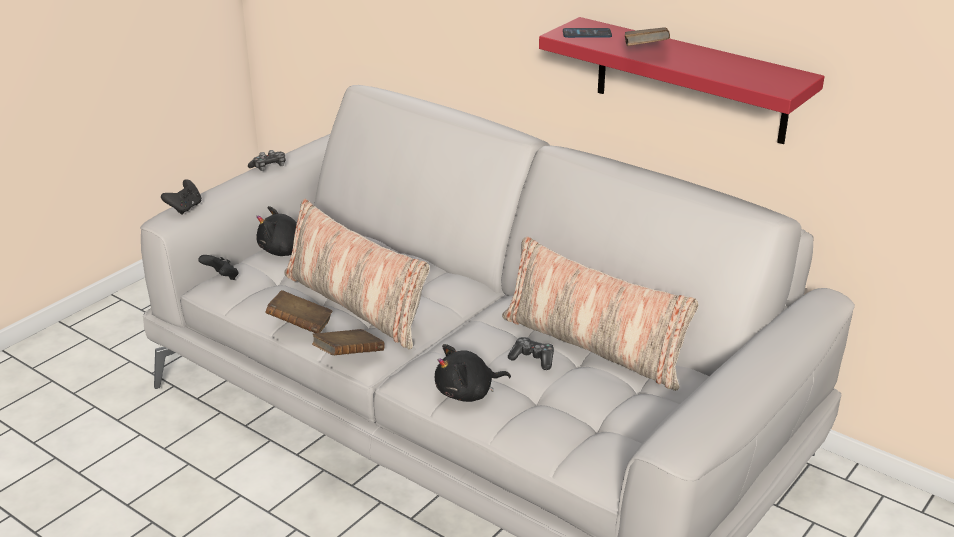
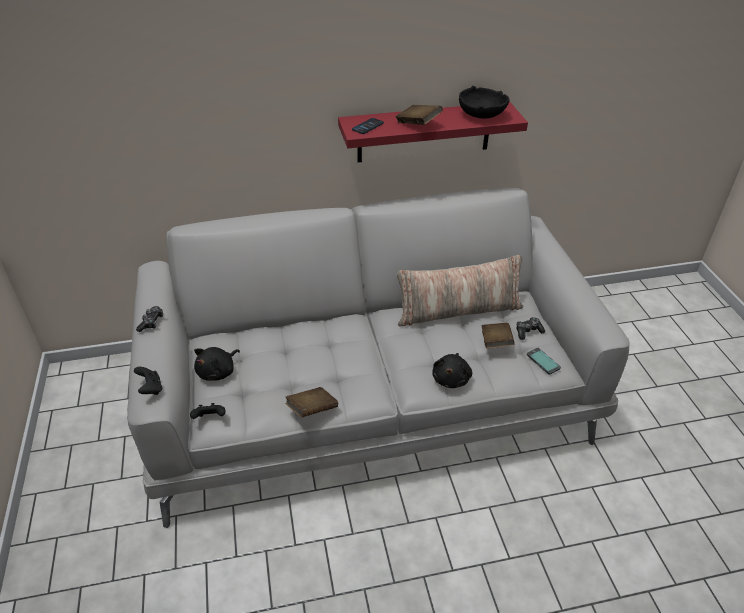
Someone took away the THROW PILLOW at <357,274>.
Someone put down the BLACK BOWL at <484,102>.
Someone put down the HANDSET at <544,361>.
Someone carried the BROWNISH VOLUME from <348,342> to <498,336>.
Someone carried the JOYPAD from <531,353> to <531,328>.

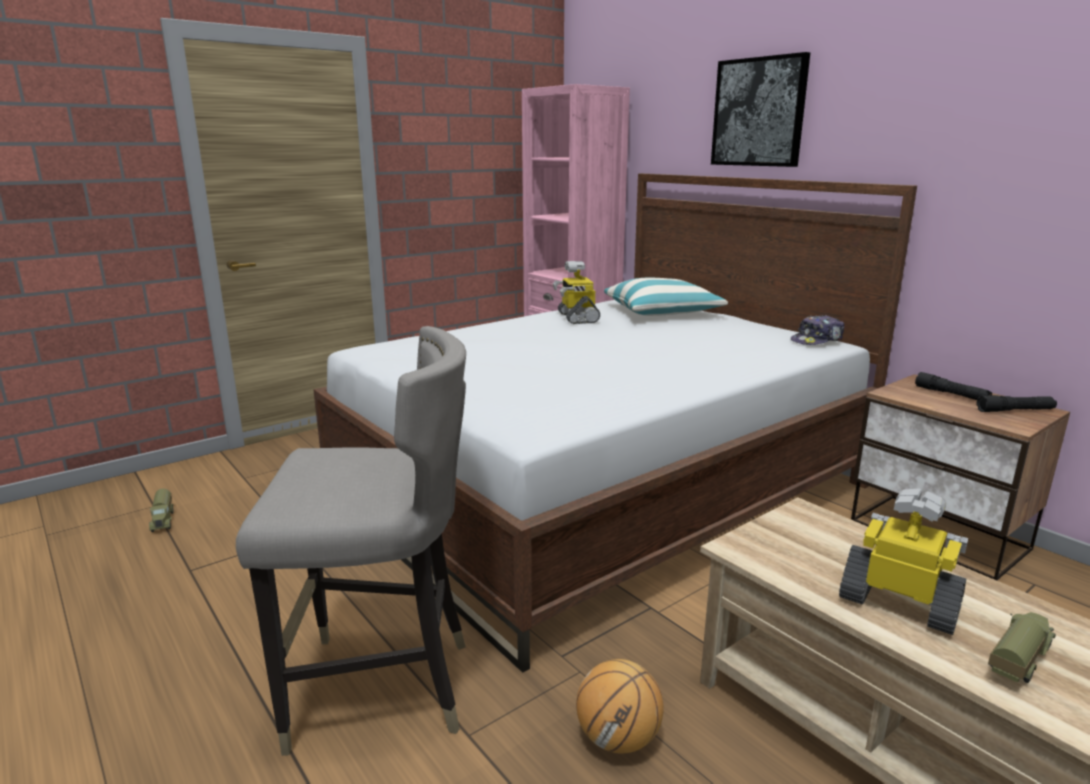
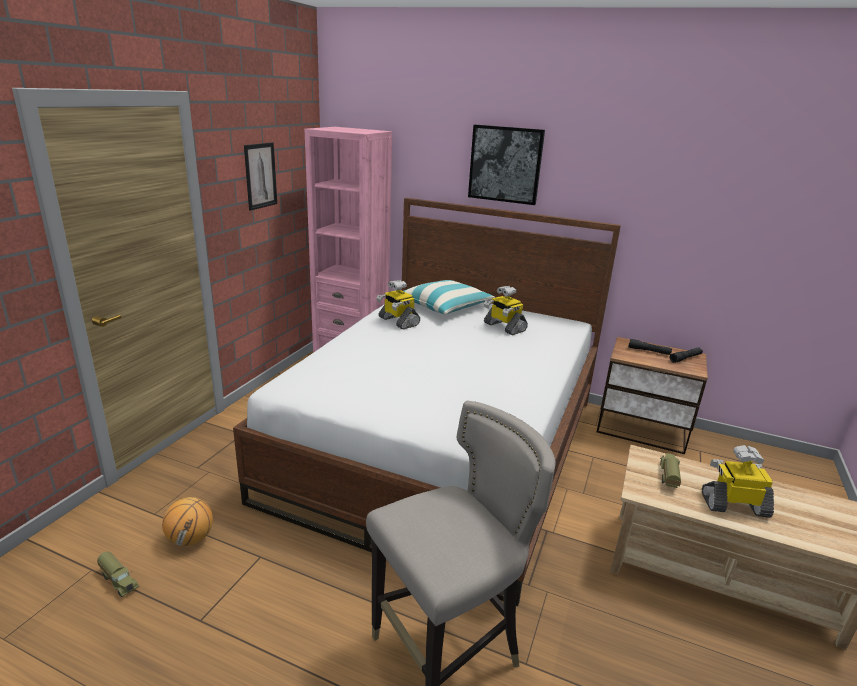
Someone took away the CAP at <817,330>.
Someone put up the WALL ART at <260,176>.
Someone put down the MODEL ROBOT at <506,310>.
Someone carried the BALL FOR BASKETBALL from <620,706> to <187,521>.
Someone carried the MODEL TRUCK from <1022,647> to <670,470>.

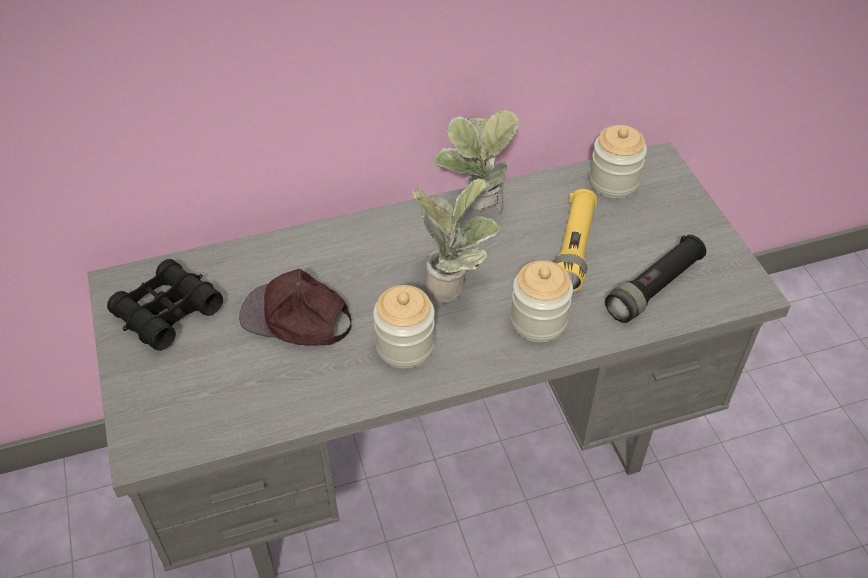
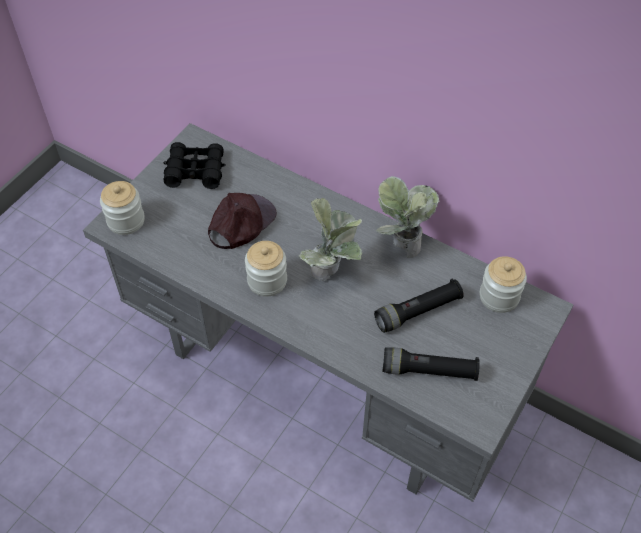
Someone carried the JAR from <541,301> to <122,208>.
Someone repainted the YELLOWISH HAND TORCH at <575,240>, which became the BLACK HAND TORCH at <419,305>.
Someone rotated the BROWNISH CAP at <295,307> by 60 degrees clockwise.

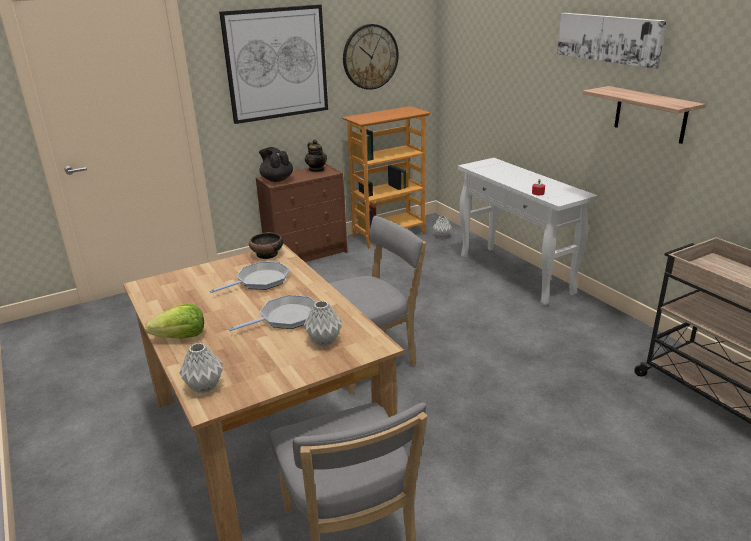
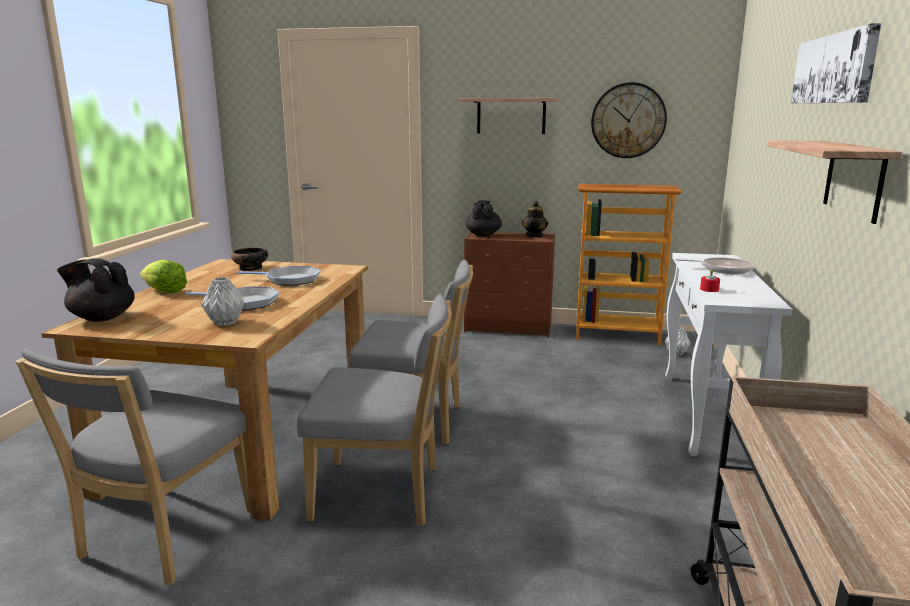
Someone put down the GRAY PLAIN CHAIR at <374,410>.
Someone put down the FRYING PAN at <714,265>.
Someone carried the BOWL from <266,245> to <249,259>.
Someone swapped the GRAY FLOWER VASE at <201,368> for the BLACK POT FOR TEA at <96,290>.
Someone swapped the WALL ART at <273,64> for the BRACKET SHELF at <509,116>.

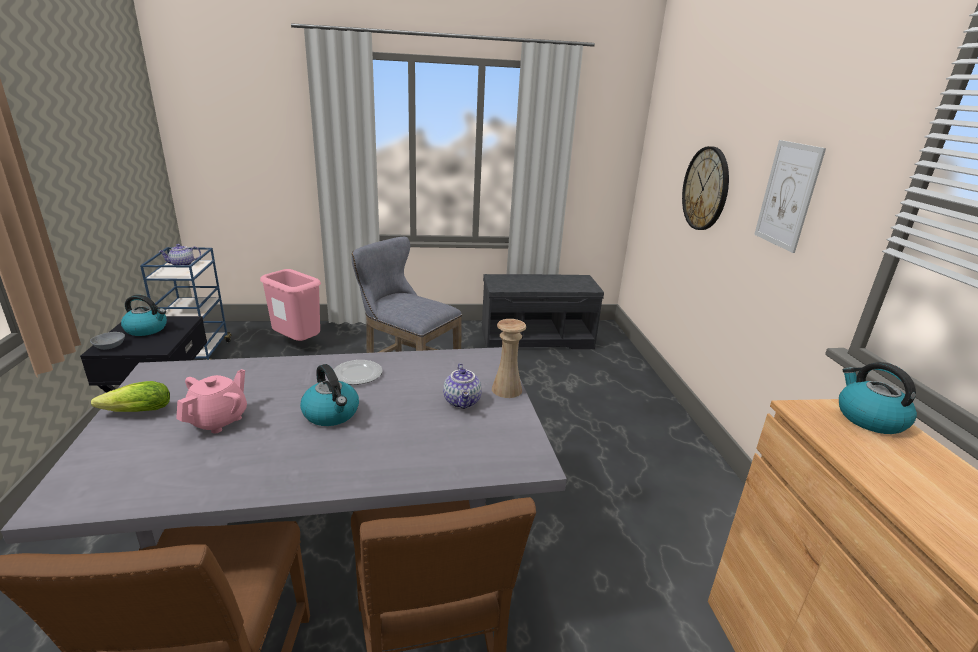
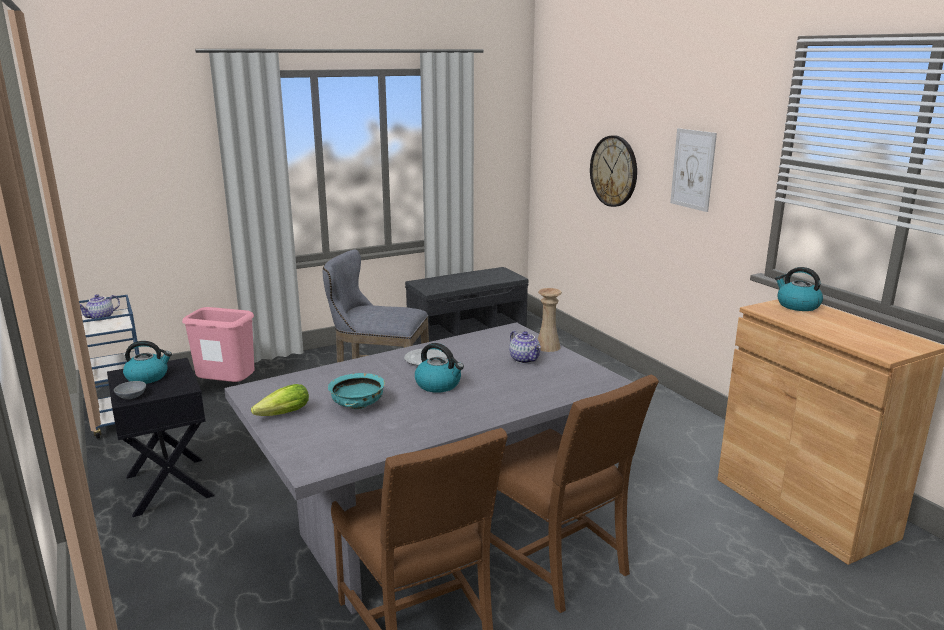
Someone swapped the PINK POT FOR TEA at <211,401> for the TURQUOISE BOWL at <356,391>.

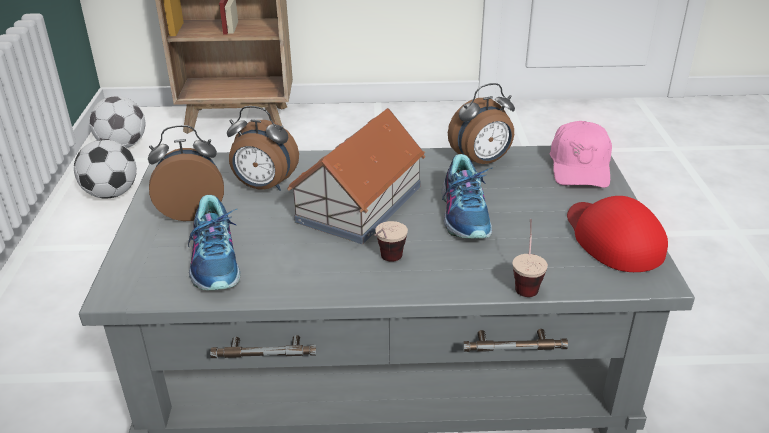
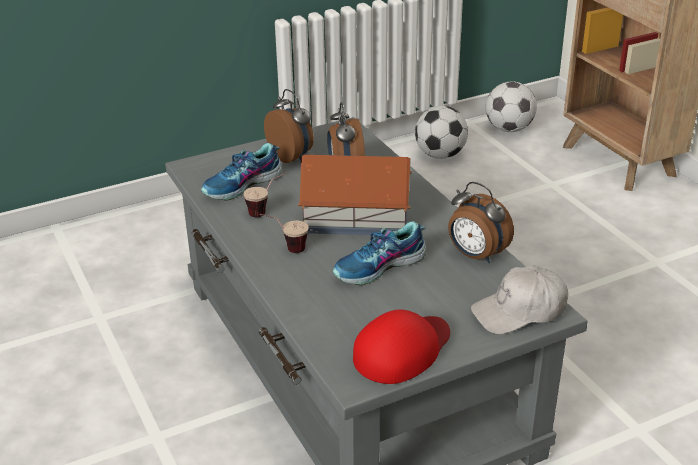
Someone carried the CUP from <530,258> to <265,195>.
Someone repainted the PINK CAP at <581,154>, which became the WHITISH CAP at <519,300>.

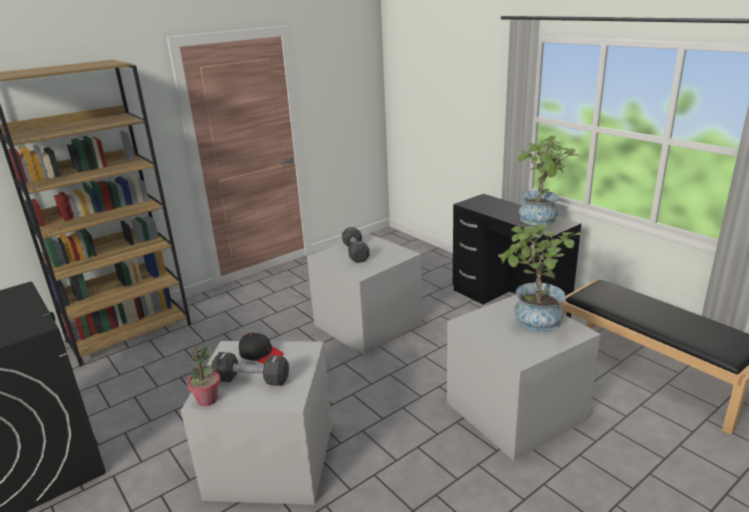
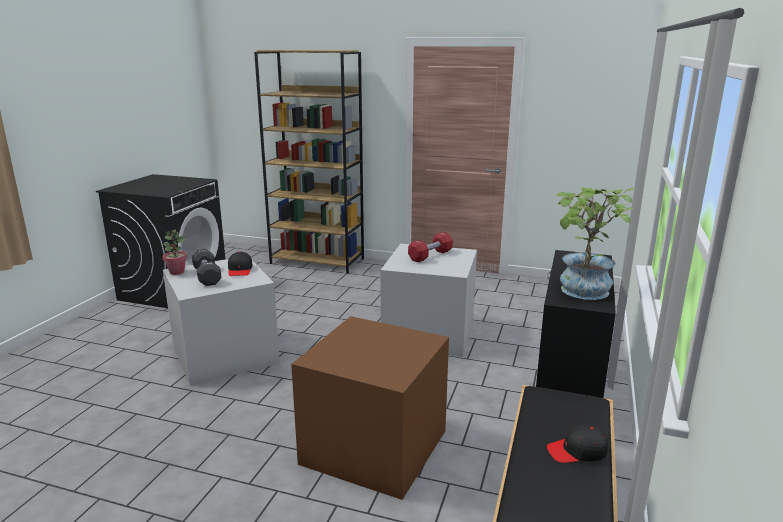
Someone took away the PLANT IN A POT at <540,278>.
Someone put down the BLACK CAP at <577,444>.
Someone repainted the BLACK DUMBBELL at <355,245>, which became the RED DUMBBELL at <430,247>.
Someone repainted the GRAY STORAGE BIN at <524,378>, which became the BROWNISH STORAGE BIN at <370,408>.

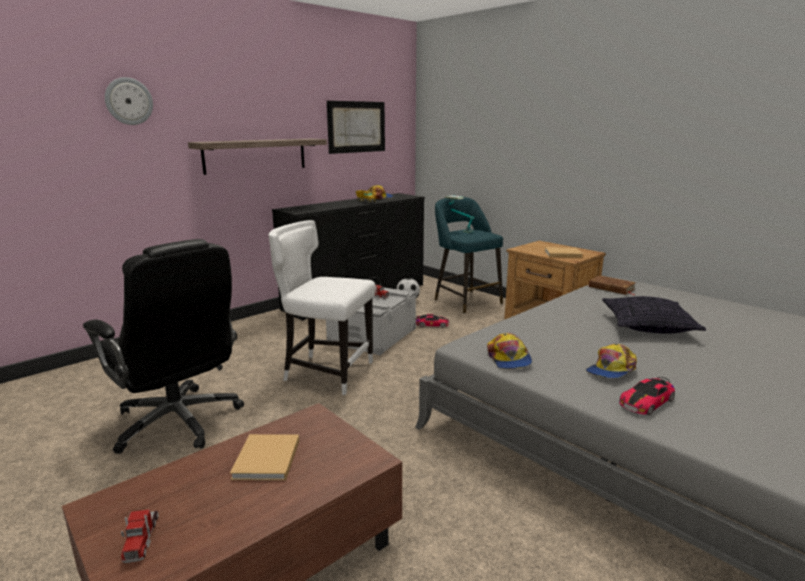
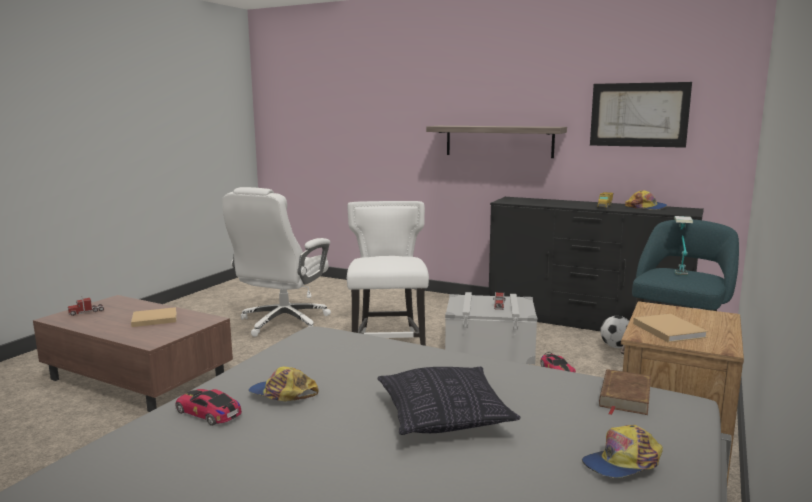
Someone took away the HANGING CLOCK at <129,101>.
Someone carried the CAP from <509,351> to <622,451>.
Someone repainted the BLACK COMPUTER CHAIR at <163,346>, which became the WHITISH COMPUTER CHAIR at <276,262>.

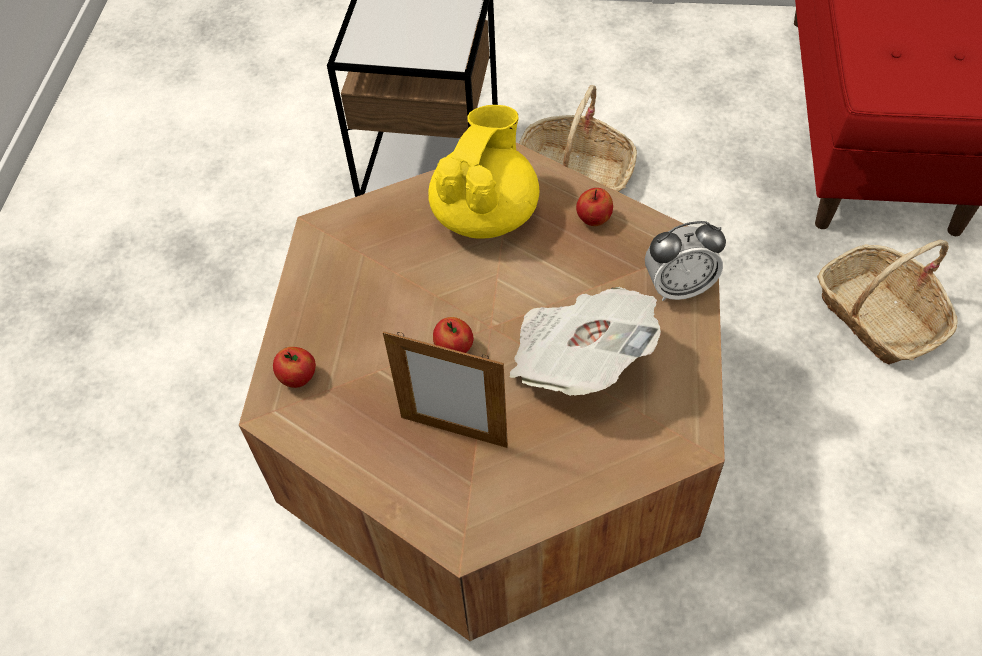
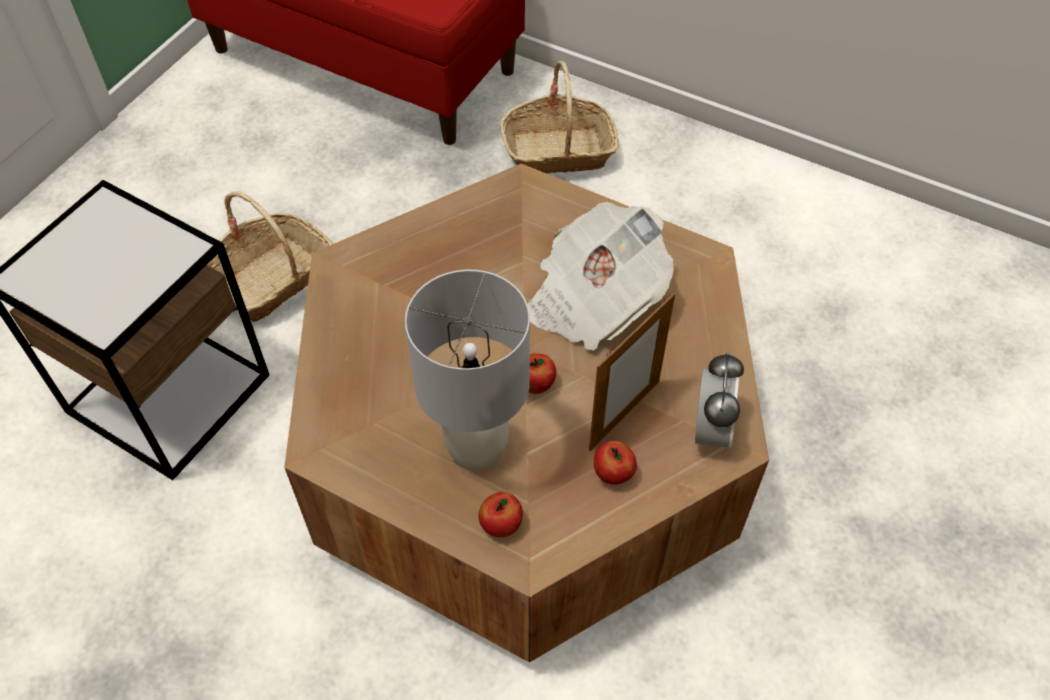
Someone took away the YELLOWISH POT FOR TEA at <483,172>.
Someone put down the GRAY TABLE LAMP at <467,370>.
Someone carried the APPLE FRUIT from <594,207> to <615,463>.
Someone carried the TABLE CLOCK from <685,261> to <719,401>.

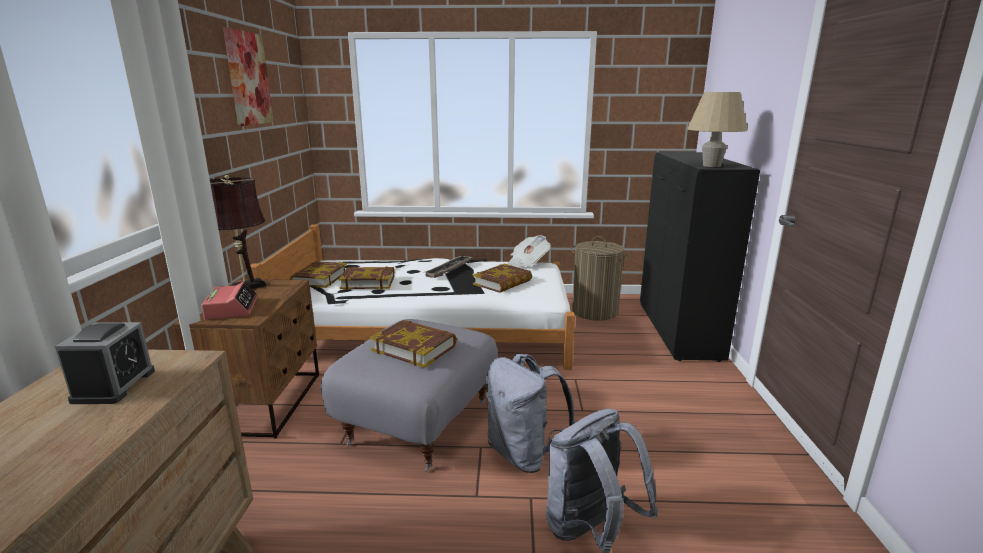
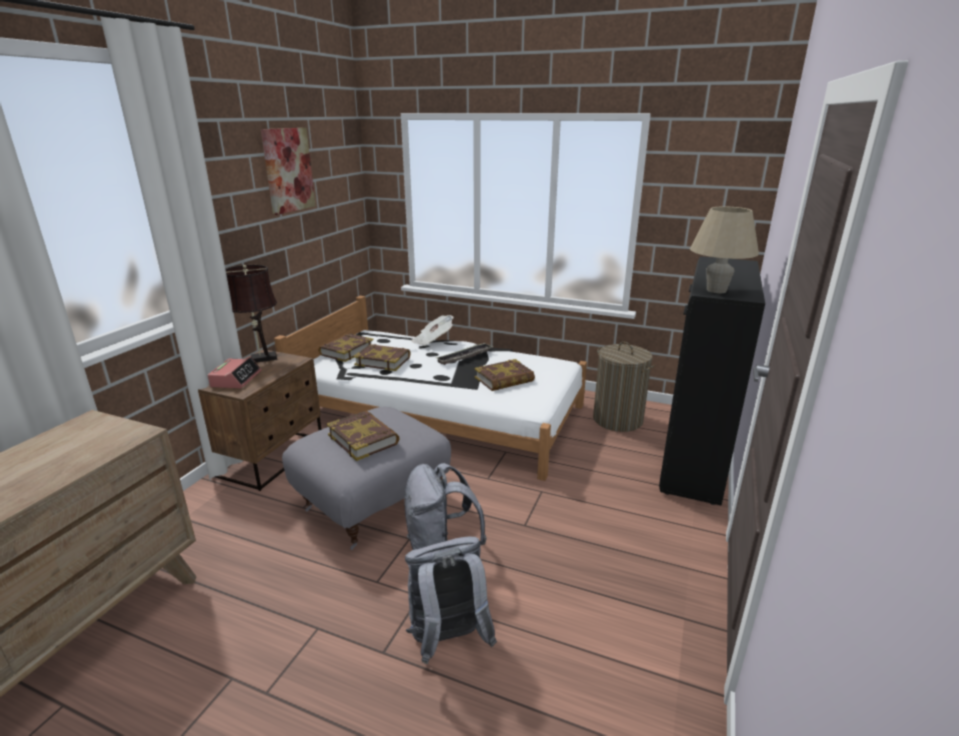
Someone took away the TABLE CLOCK at <105,363>.
Someone carried the DAILY PAPER from <529,251> to <433,330>.

